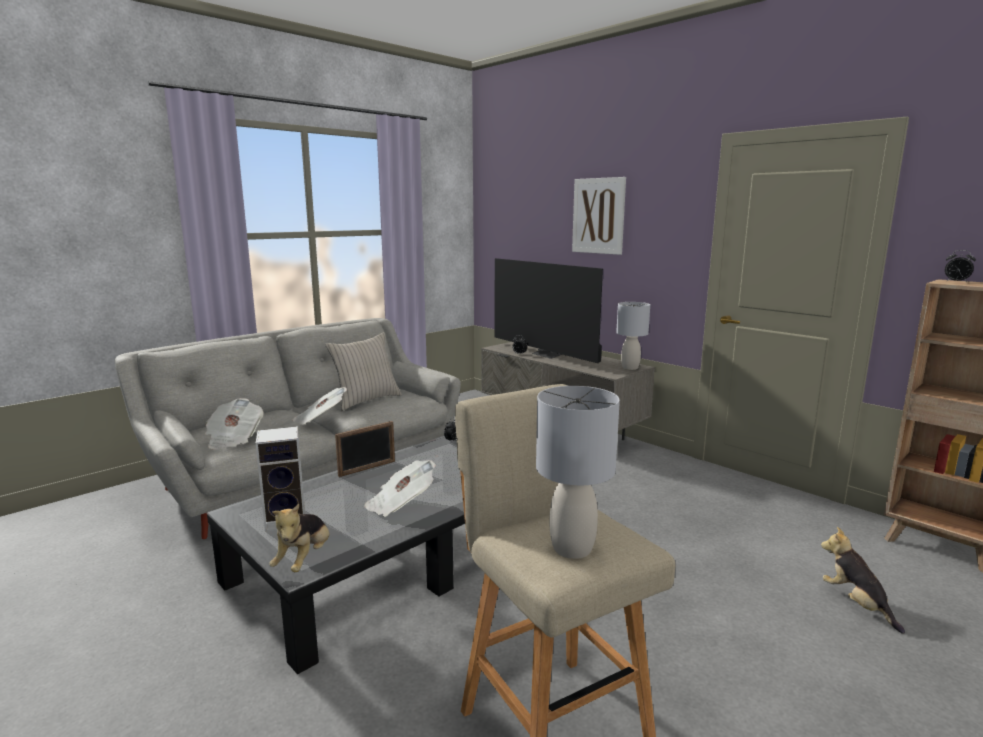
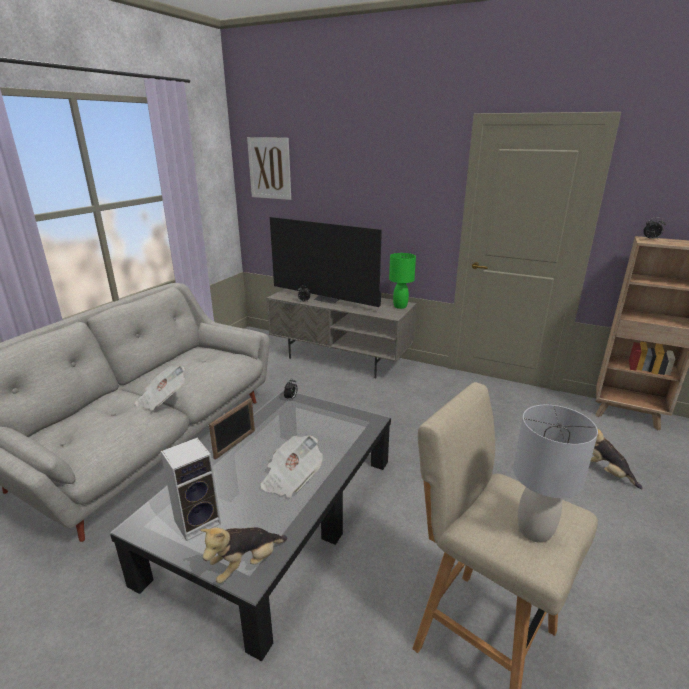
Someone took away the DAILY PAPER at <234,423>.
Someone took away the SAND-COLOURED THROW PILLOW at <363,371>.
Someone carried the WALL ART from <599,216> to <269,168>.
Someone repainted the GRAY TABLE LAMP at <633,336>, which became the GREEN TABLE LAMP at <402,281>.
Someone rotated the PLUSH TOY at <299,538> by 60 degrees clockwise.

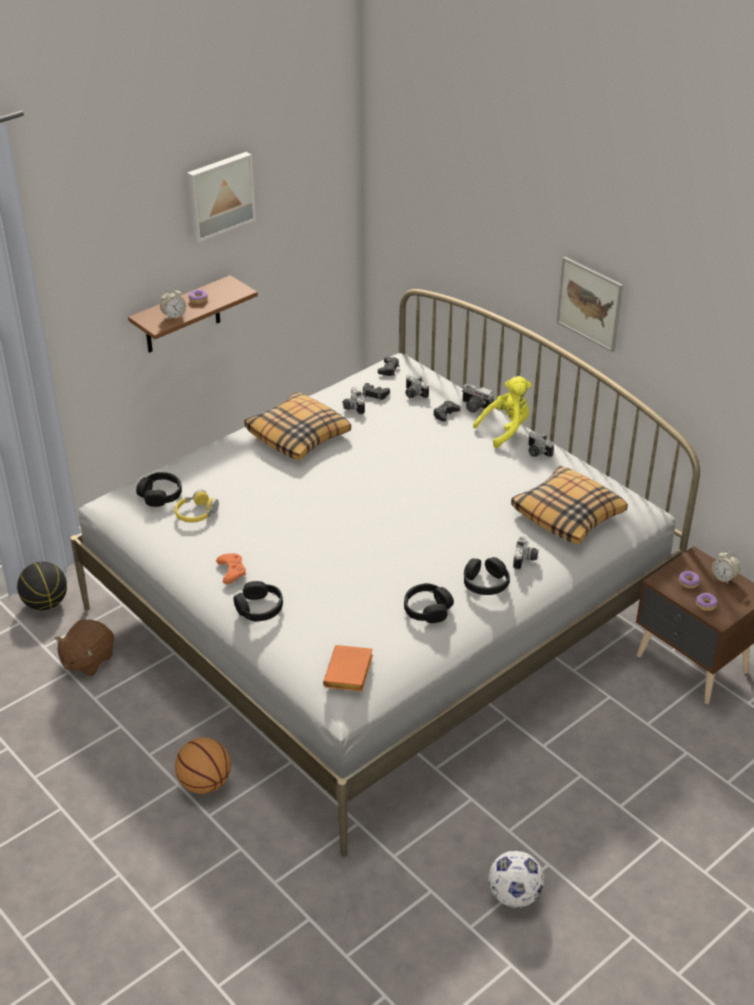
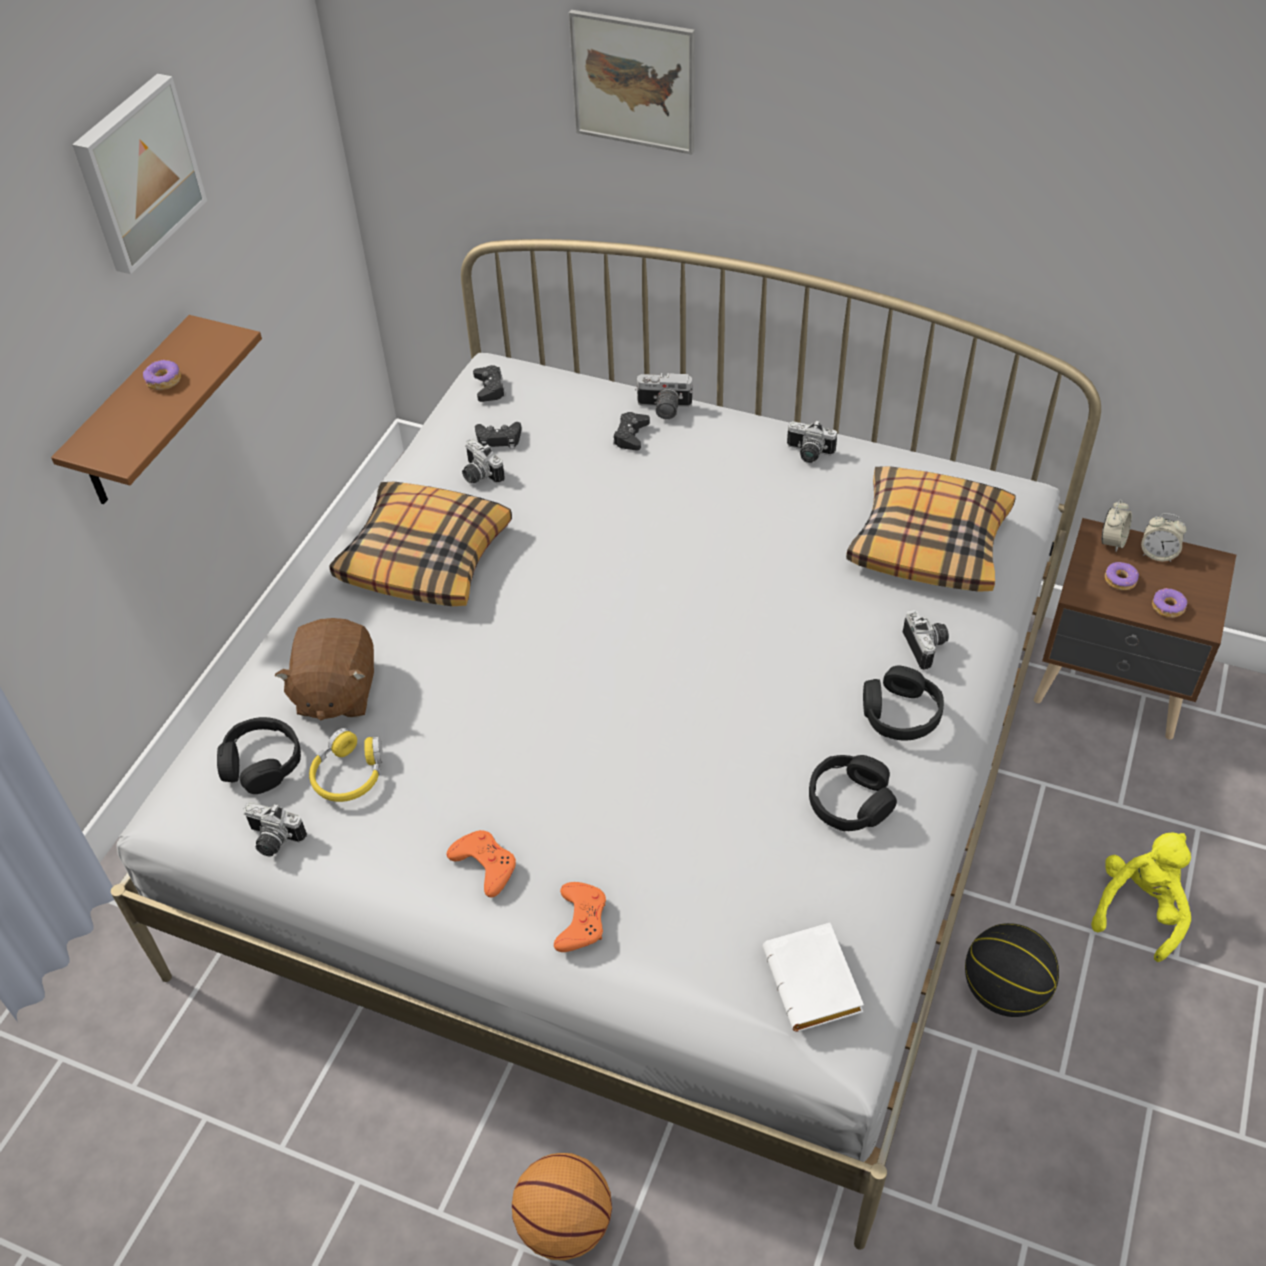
Someone took away the BALL FOR FOOTBALL at <516,879>.
Someone carried the BALL FOR BASKETBALL from <42,586> to <1012,970>.
Someone carried the BROWNISH PLUSH TOY from <84,648> to <324,669>.
Someone carried the TABLE CLOCK from <173,303> to <1117,525>.
Someone carried the PHOTO CAMERA from <417,386> to <275,829>.
Someone carried the YELLOWISH PLUSH TOY from <502,412> to <1141,897>.
Someone carried the WALL ART from <590,304> to <632,82>.
Someone swapped the BLACK HEADSET at <258,601> for the ORANGEY JOYPAD at <580,917>.
Someone repainted the ORANGEY VOLUME at <348,668>, which became the WHITISH VOLUME at <813,977>.

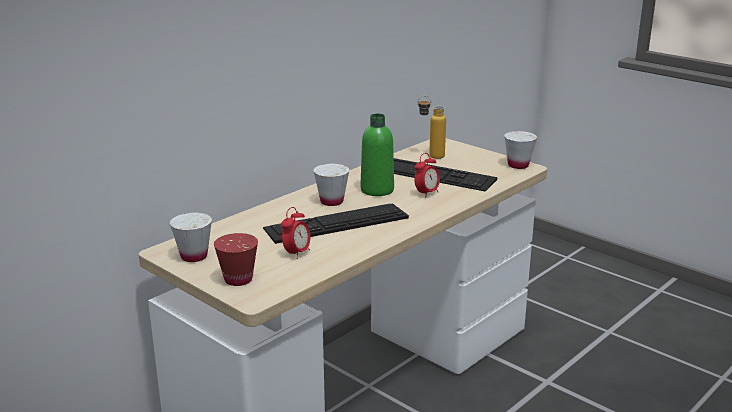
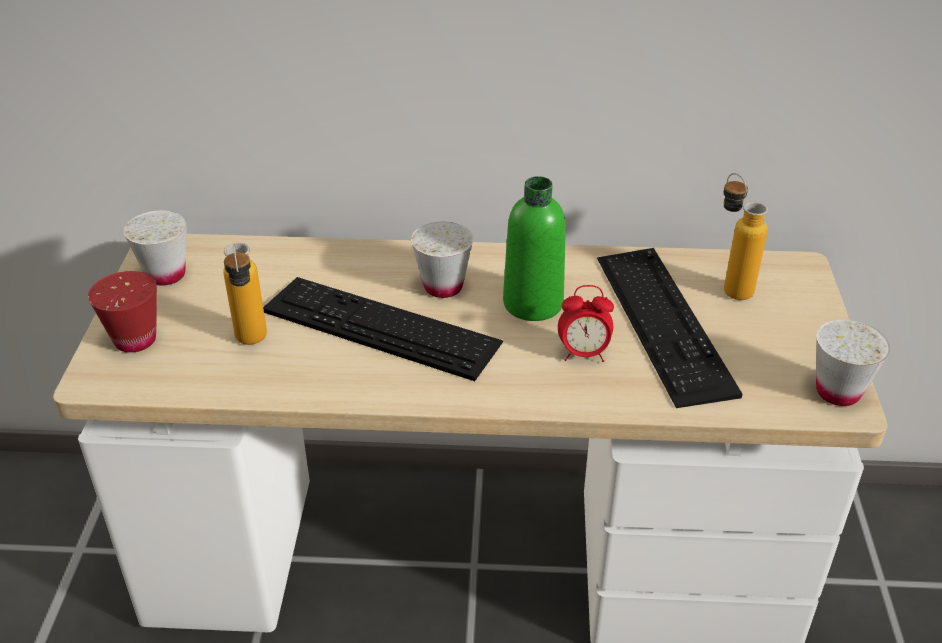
Someone swapped the TABLE CLOCK at <296,233> for the BOTTLE at <245,294>.

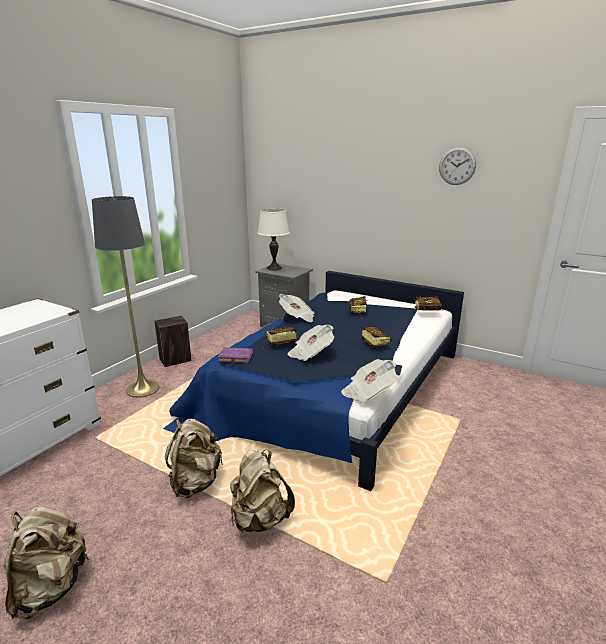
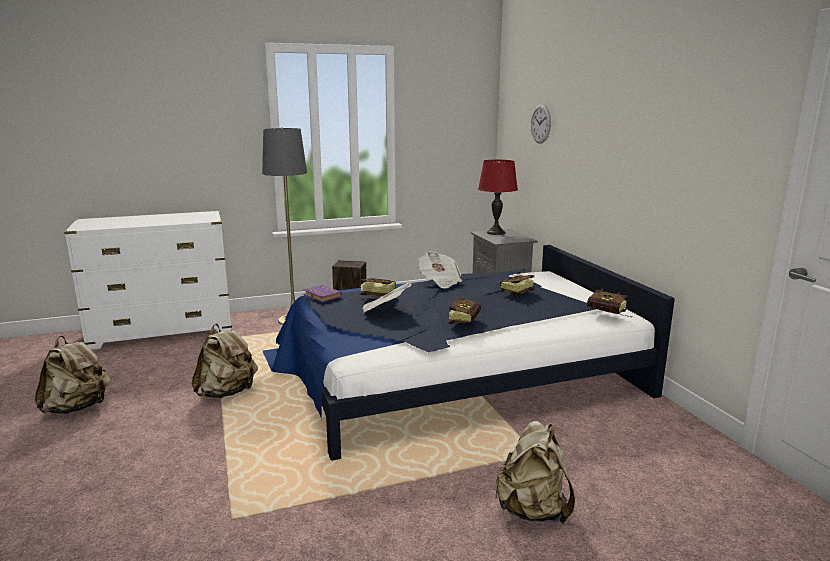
Someone took away the DAILY PAPER at <369,381>.
Someone carried the SAND-COLOURED KNAPSACK from <262,491> to <535,472>.
Someone carried the HANGING CLOCK from <457,166> to <541,124>.
Someone repainted the WHITISH TABLE LAMP at <273,239>, which became the RED TABLE LAMP at <498,197>.

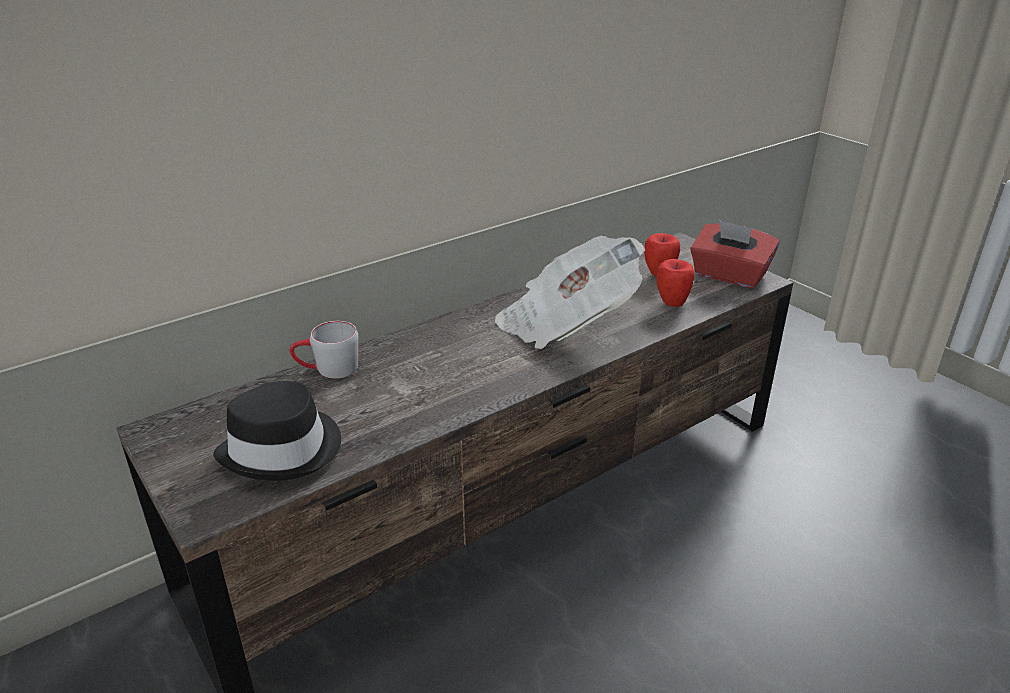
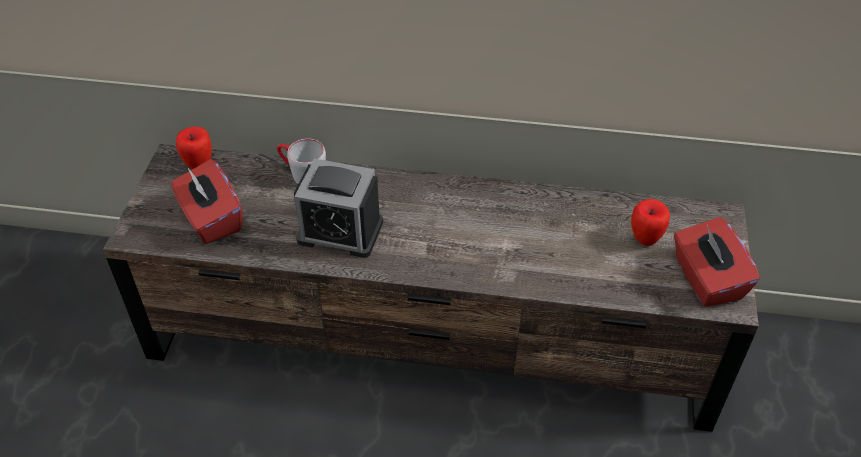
Someone took away the DAILY PAPER at <570,292>.
Someone put down the TABLE CLOCK at <338,208>.
Someone carried the APPLE FRUIT from <675,283> to <194,148>.
Someone swapped the BLACK WEARABLE HAT at <277,431> for the RED TISSUE HOLDER at <207,201>.

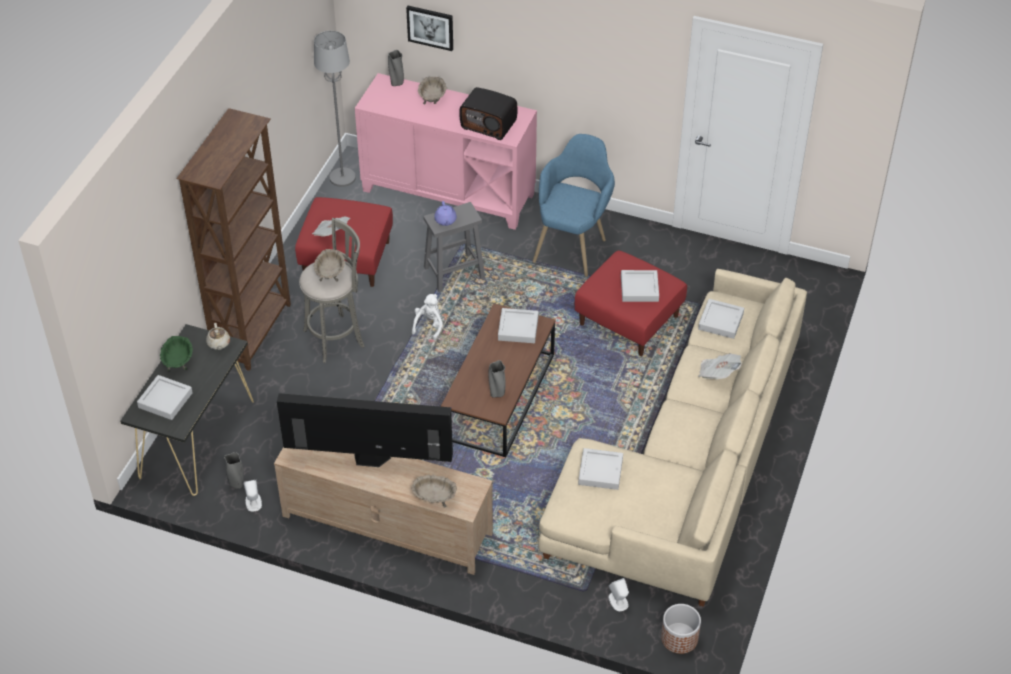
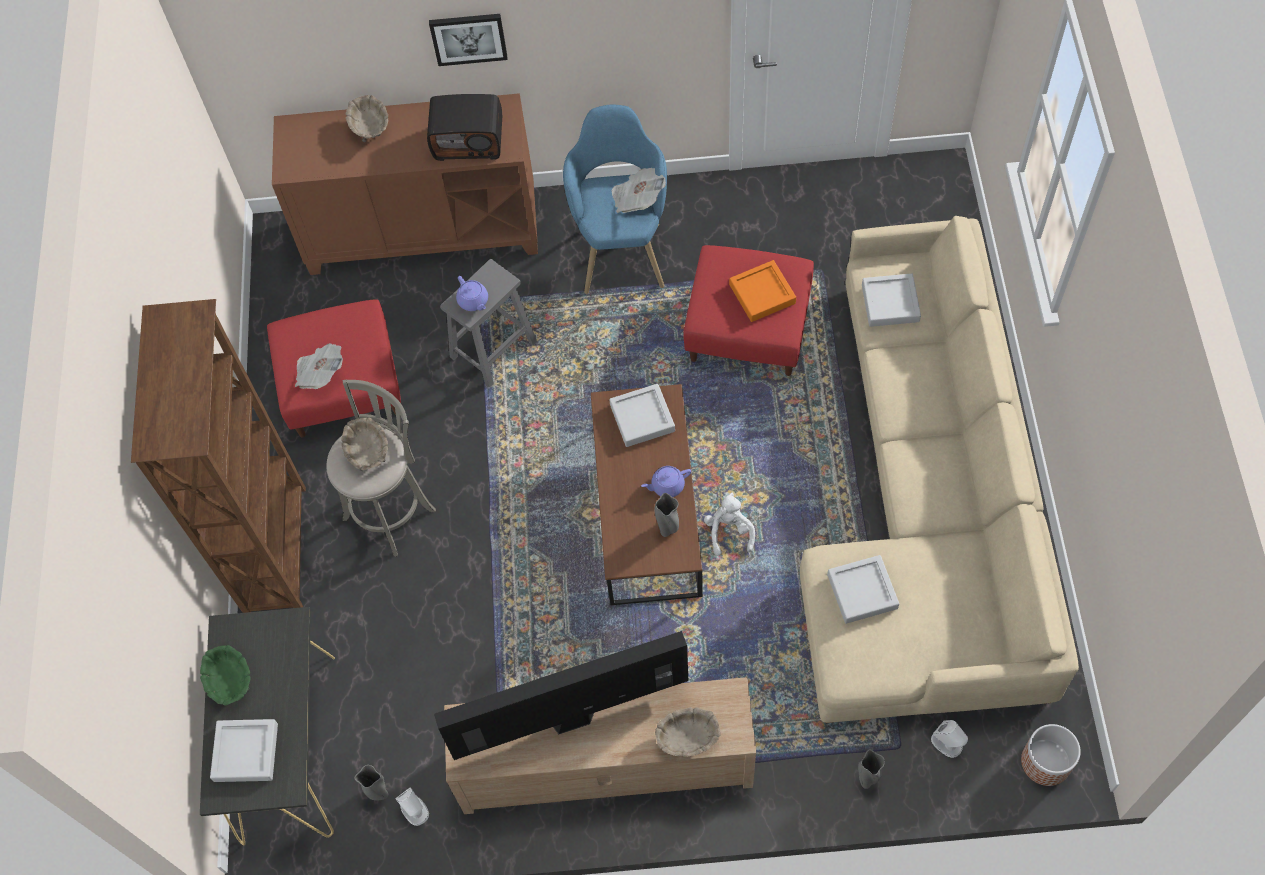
Someone took away the SAND-COLOURED POT FOR TEA at <218,336>.
Someone took away the GRAY FLOOR LAMP at <335,109>.
Someone put down the PURPLISH POT FOR TEA at <666,481>.
Someone carried the GRAY FLOWER VASE from <396,68> to <871,769>.
Someone carried the WALL ART from <429,28> to <468,40>.
Someone carried the WHITISH PLUSH TOY from <427,317> to <729,524>.
Someone carried the DAILY PAPER from <720,366> to <638,190>.
Someone repainted the PINK CUPBOARD at <446,151>, which became the BROWNISH CUPBOARD at <405,184>.
Someone repainted the GRAY CARRYING TRAY at <640,286>, which became the ORANGEY CARRYING TRAY at <762,291>.

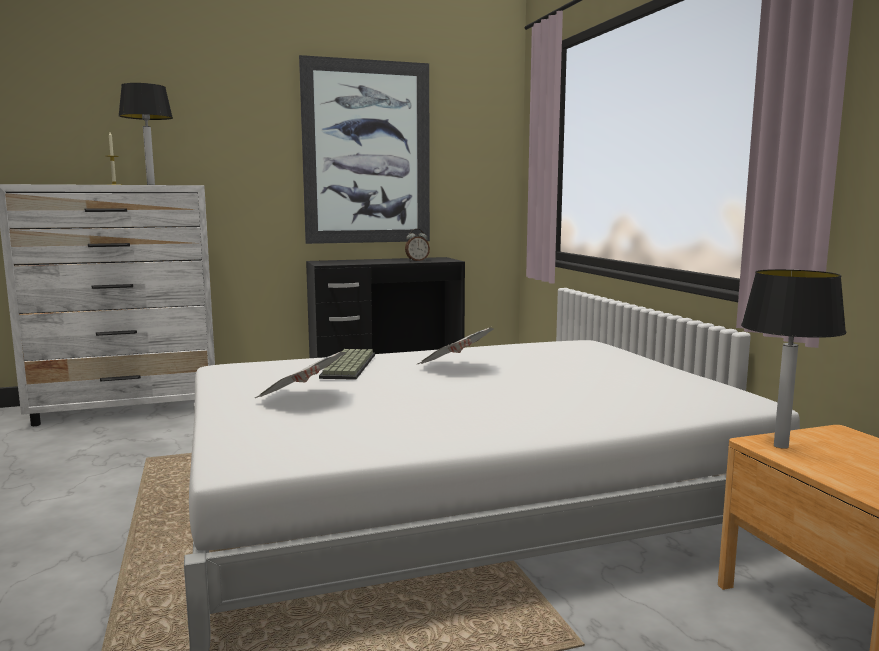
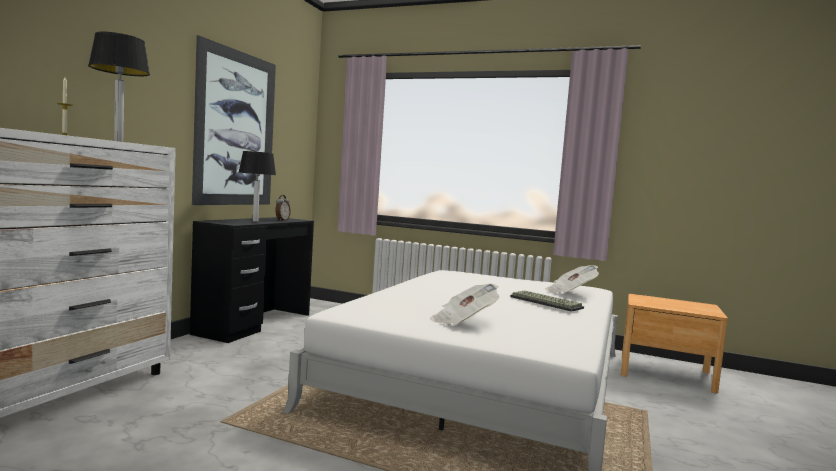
Someone carried the KEYBOARD from <347,364> to <547,301>.
Someone carried the DAILY PAPER from <455,345> to <572,279>.
Someone carried the TABLE LAMP from <793,359> to <257,186>.

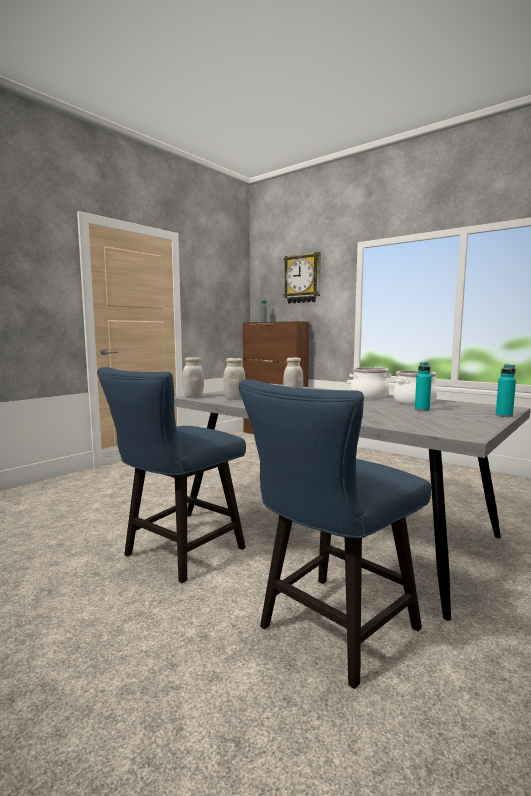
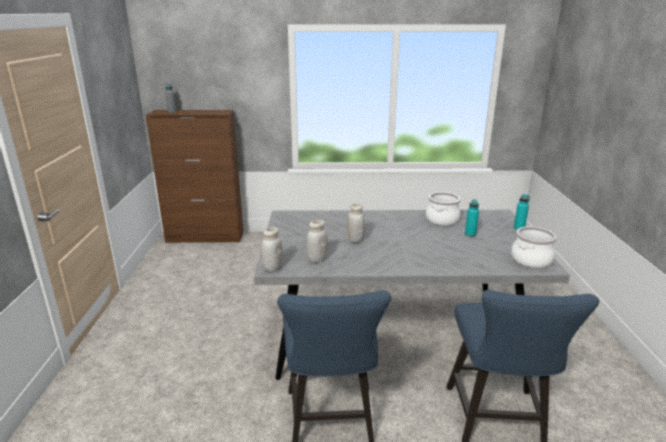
Someone took away the HANGING CLOCK at <302,277>.
Someone carried the STOCKPOT from <370,382> to <534,247>.

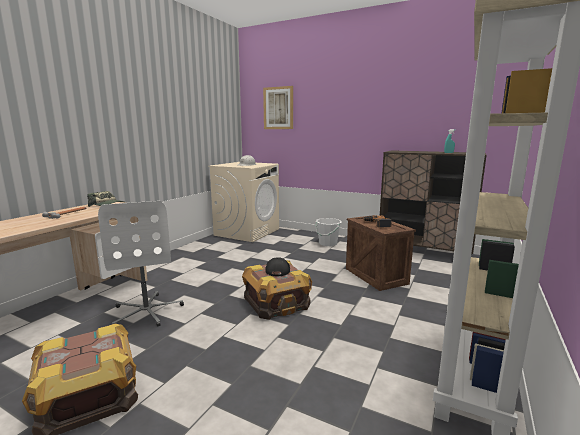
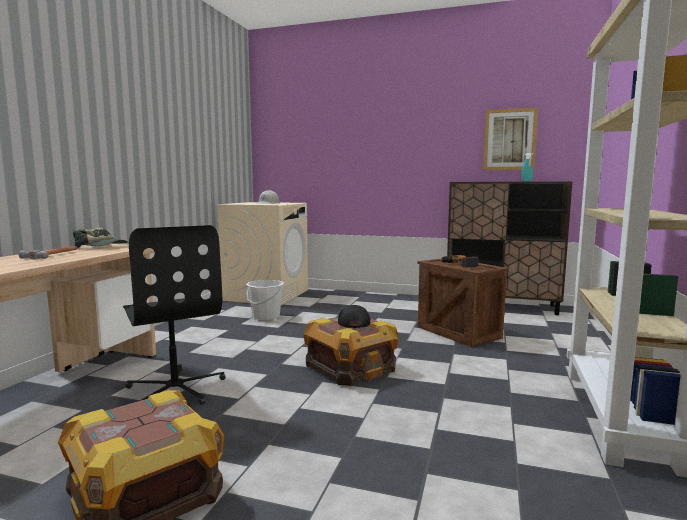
Someone carried the WALL ART from <278,107> to <510,139>.
Someone carried the WHITISH PAIL from <328,232> to <265,300>.
Someone repainted the WHITISH COMPUTER CHAIR at <141,264>, which became the BLACK COMPUTER CHAIR at <174,315>.

